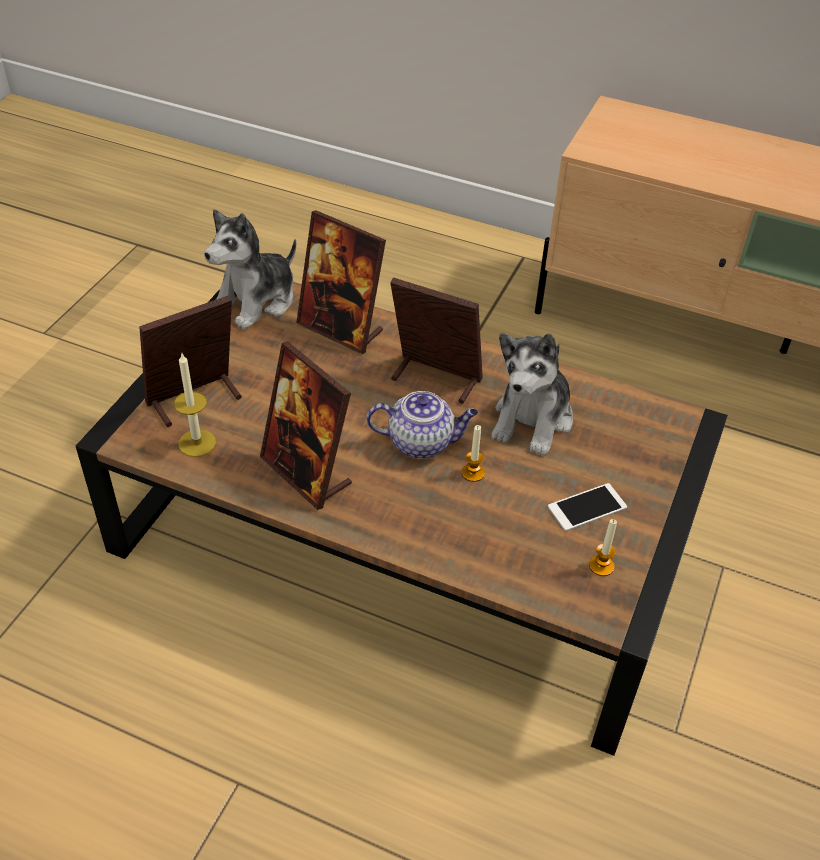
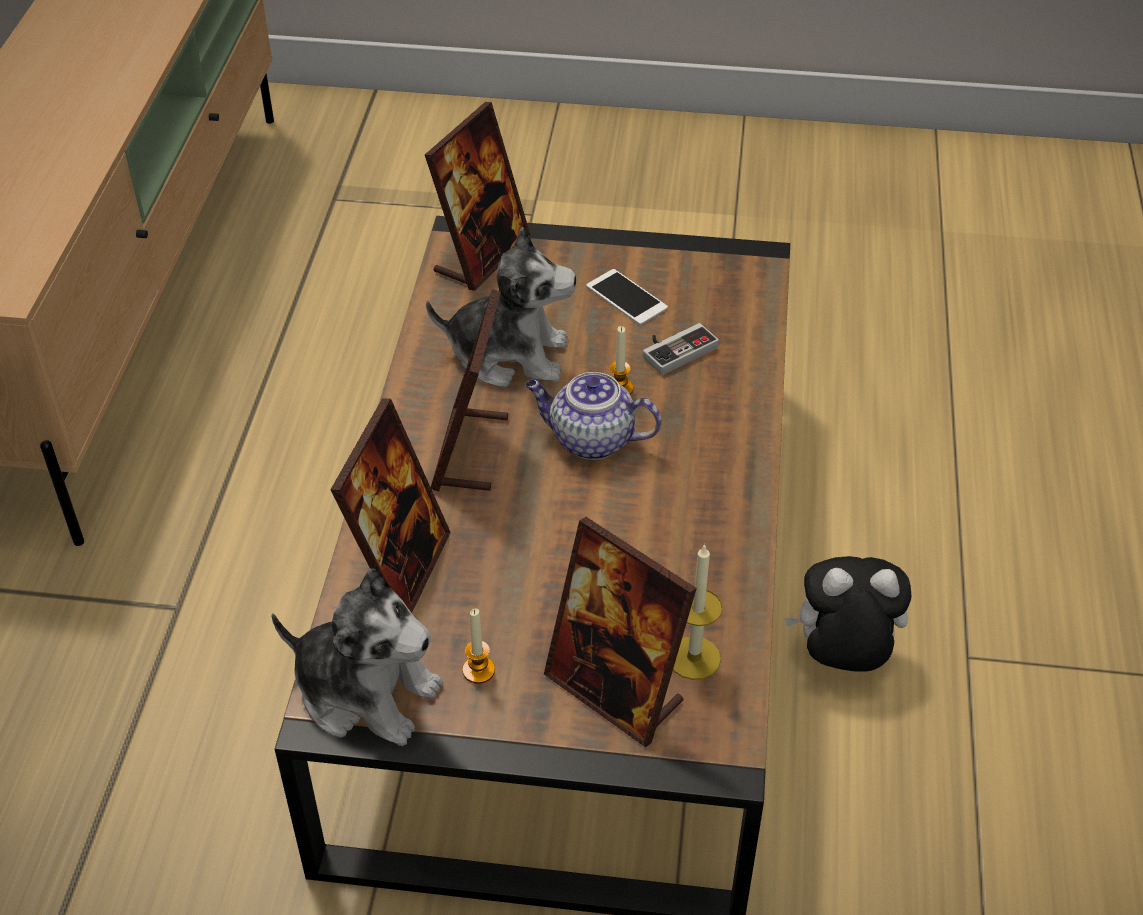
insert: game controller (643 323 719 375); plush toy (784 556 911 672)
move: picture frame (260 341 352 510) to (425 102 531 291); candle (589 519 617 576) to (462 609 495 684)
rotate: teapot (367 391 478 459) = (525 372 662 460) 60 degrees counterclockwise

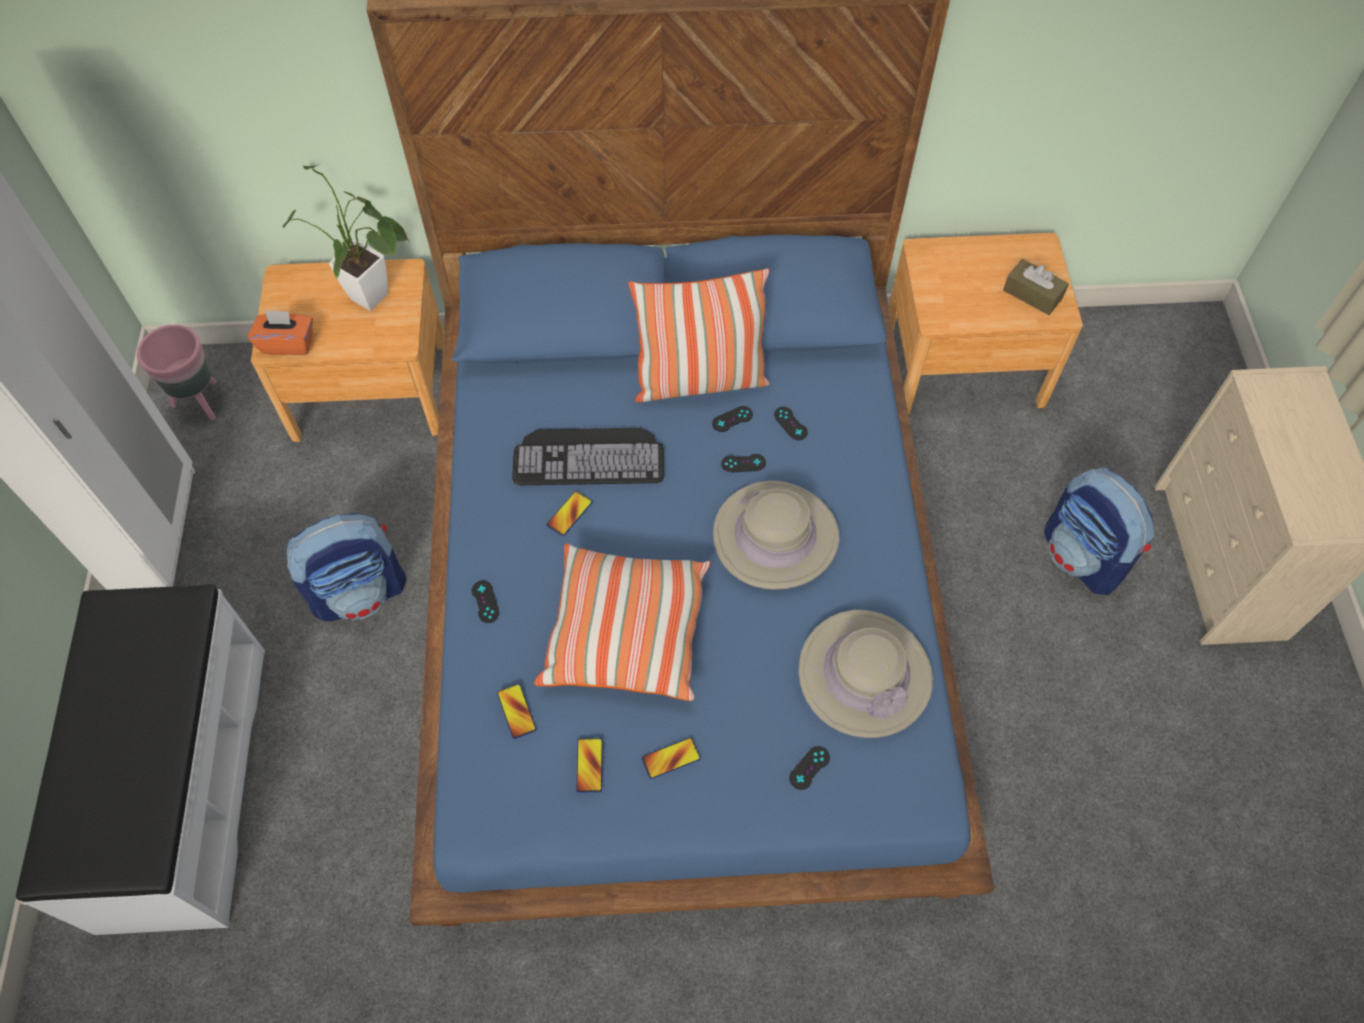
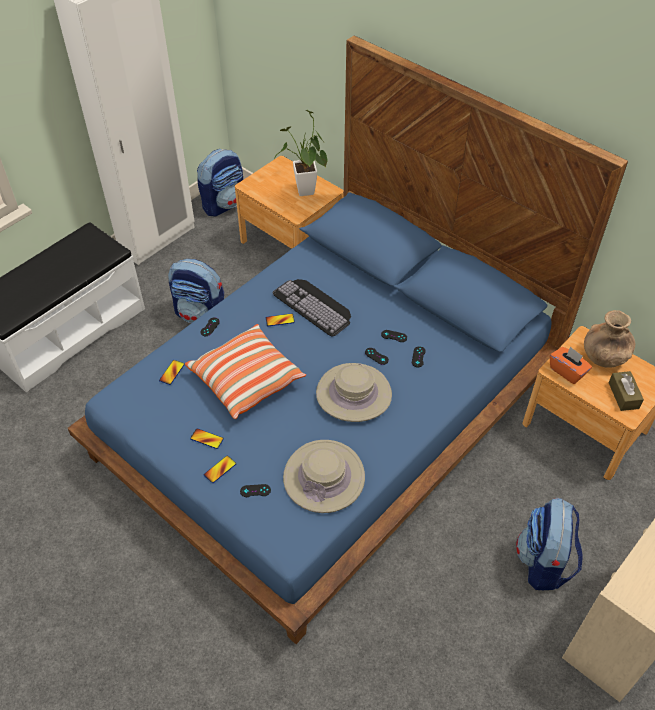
delete: pillow (628 268 770 402)
insert: brown vase (584 310 635 368)
move: orange tissue box (248 309 313 355) to (550 346 592 384); phone (576 738 603 793) to (204 456 236 483)
replace: pink planter (137 325 217 421) to backpack (197 149 243 217)

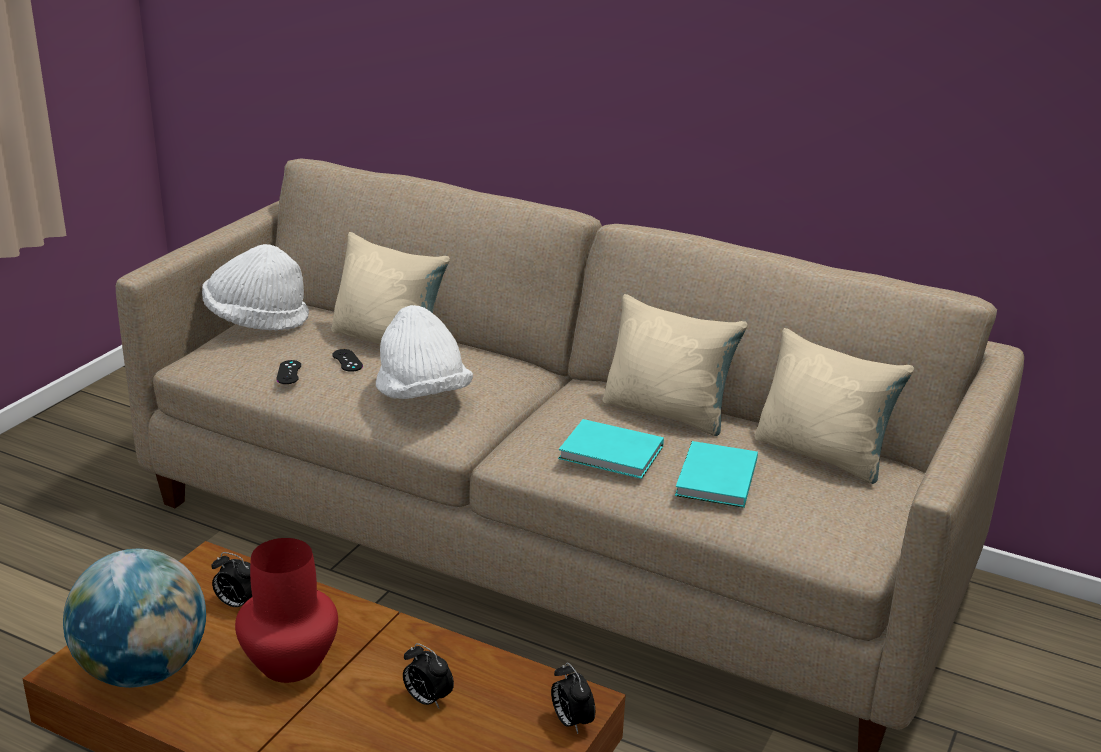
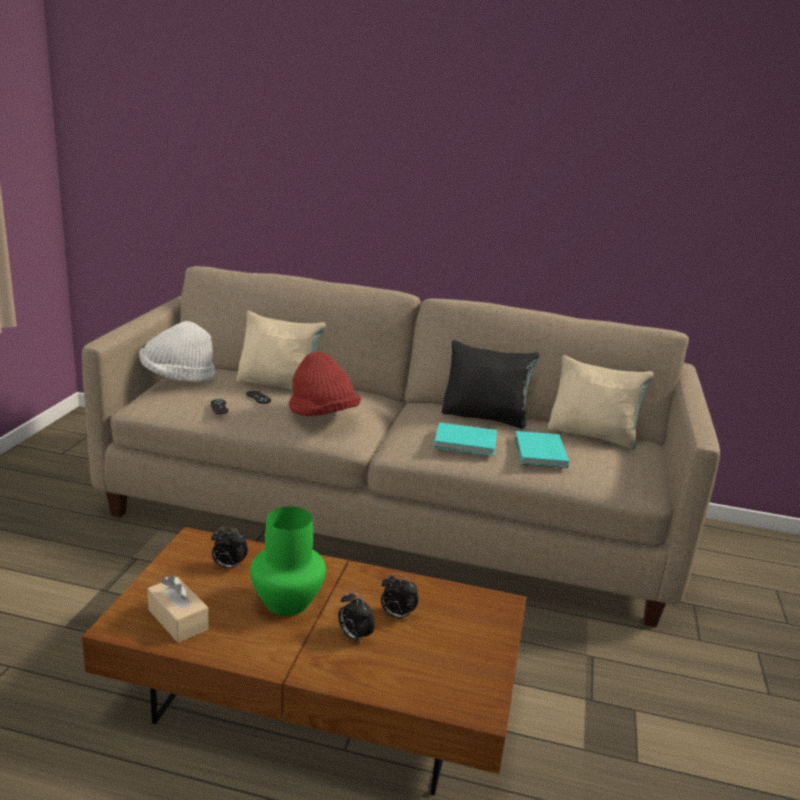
move: alarm clock (551 662 595 734) to (338 591 375 644)
replace: globe (63 549 206 688) to beige tissue box (147 575 209 643)
recolor: beige pillow (603 294 748 436) to black pillow (442 340 540 429); white hat (376 305 473 399) to red hat (289 352 361 416); red vase (235 538 338 683) to green vase (250 506 326 616)

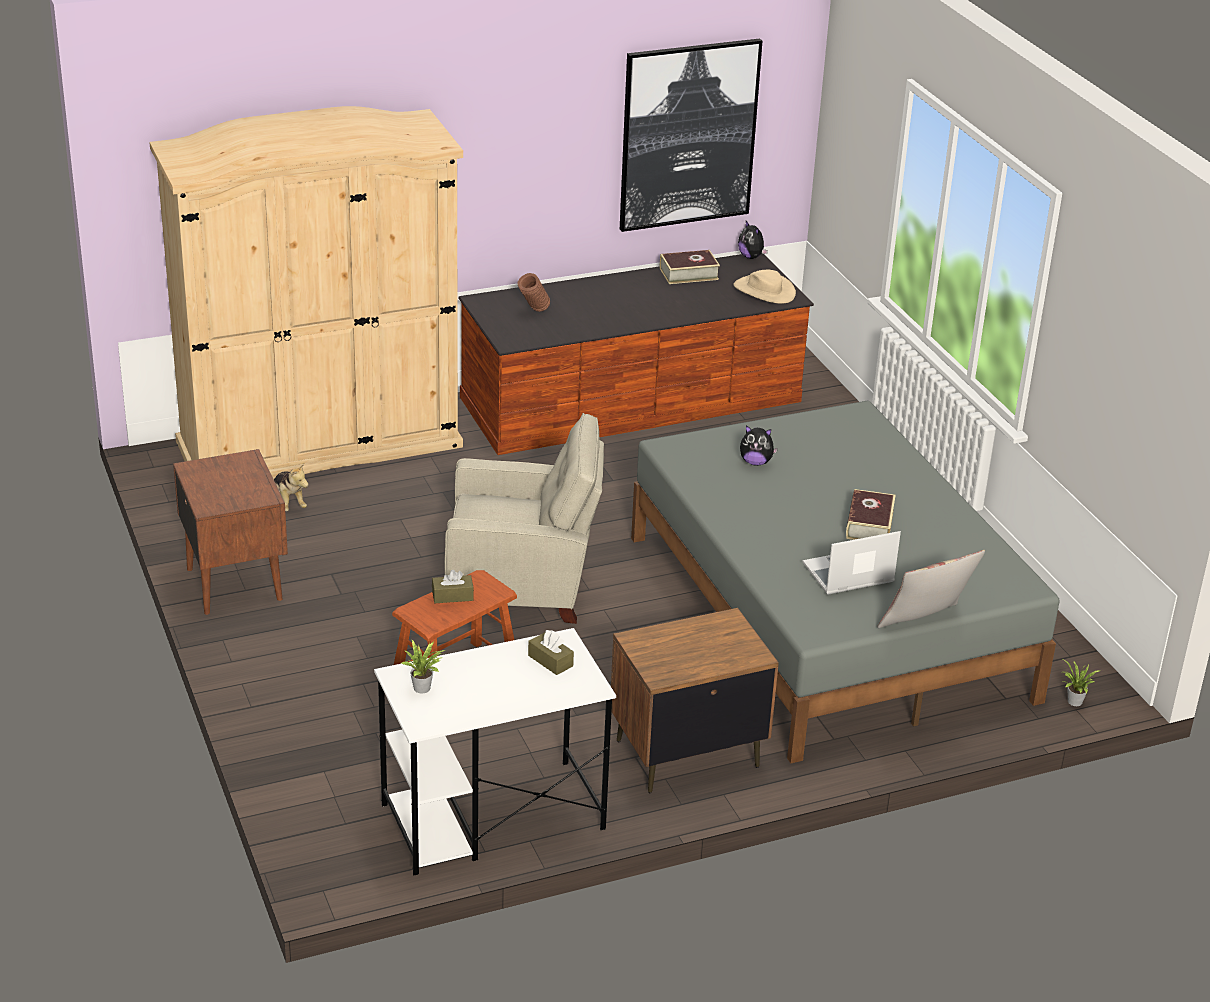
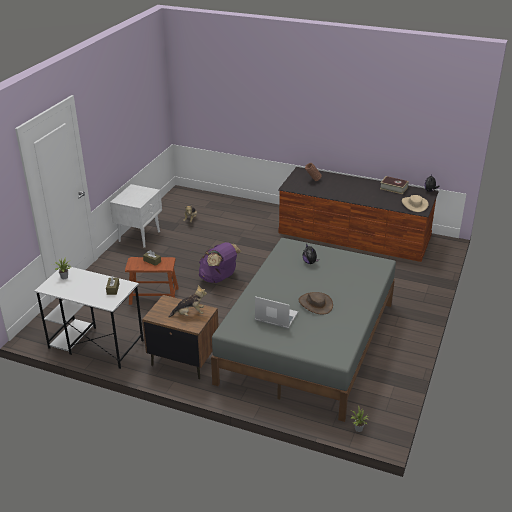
delete: picture (620 38 762 232); beige wardrobe (149 106 463 479); pillow (878 550 985 628)
insert: plush toy (169 285 207 318)
replace: beige armchair (445 413 604 624) to purple backpack (199 242 242 283); book (846 489 896 540) to brown hat (299 292 333 314)
recolor: brown nightstand (173 449 288 615) to white nightstand (110 184 162 247)

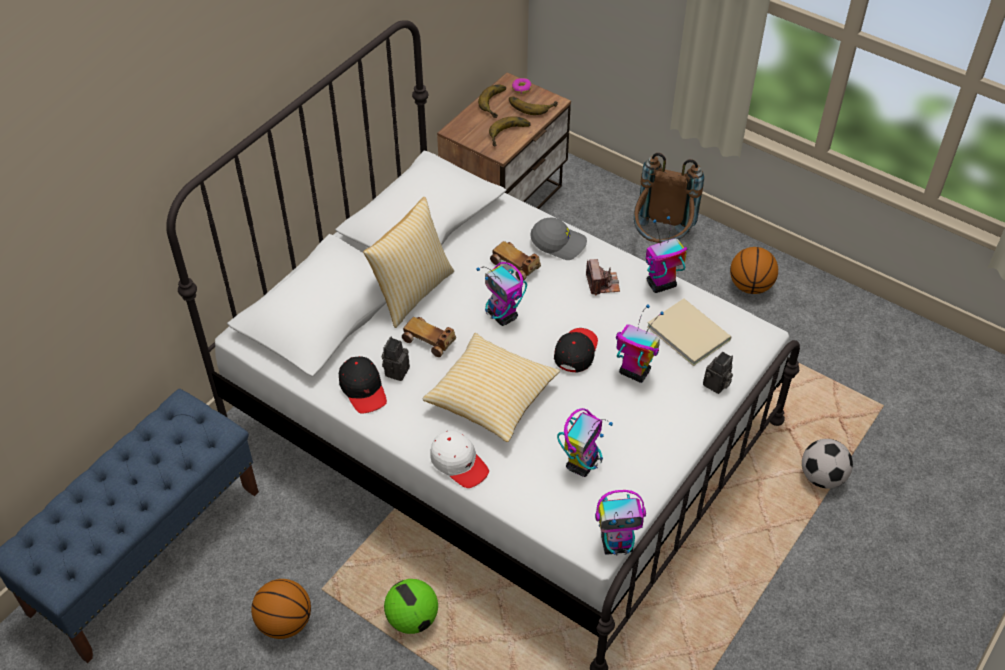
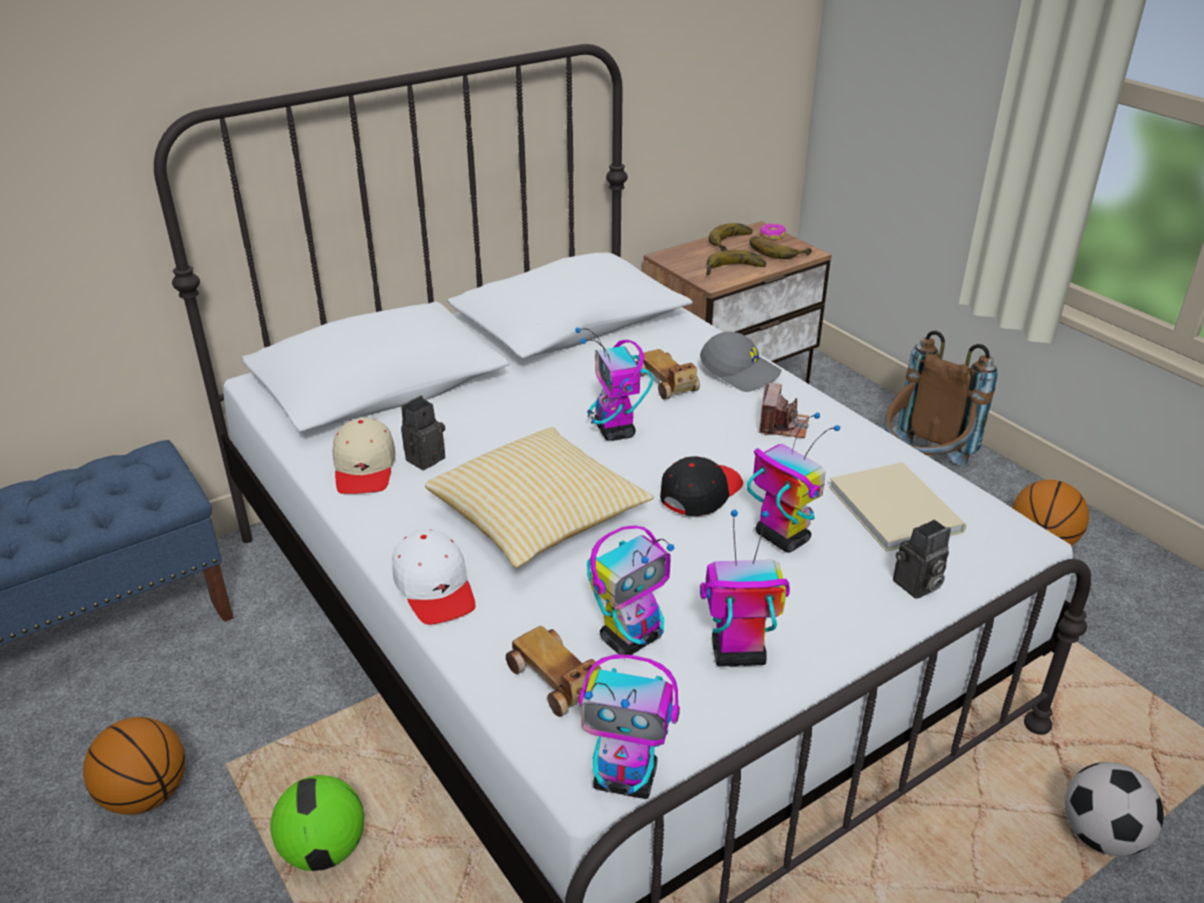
delete: pillow (363 197 454 328)
move: toy robot (646 216 687 293) to (700 510 790 667); toy car (402 317 456 357) to (506 626 601 717)
recolor: black cap (339 356 387 413) to beige cap (332 417 395 494)

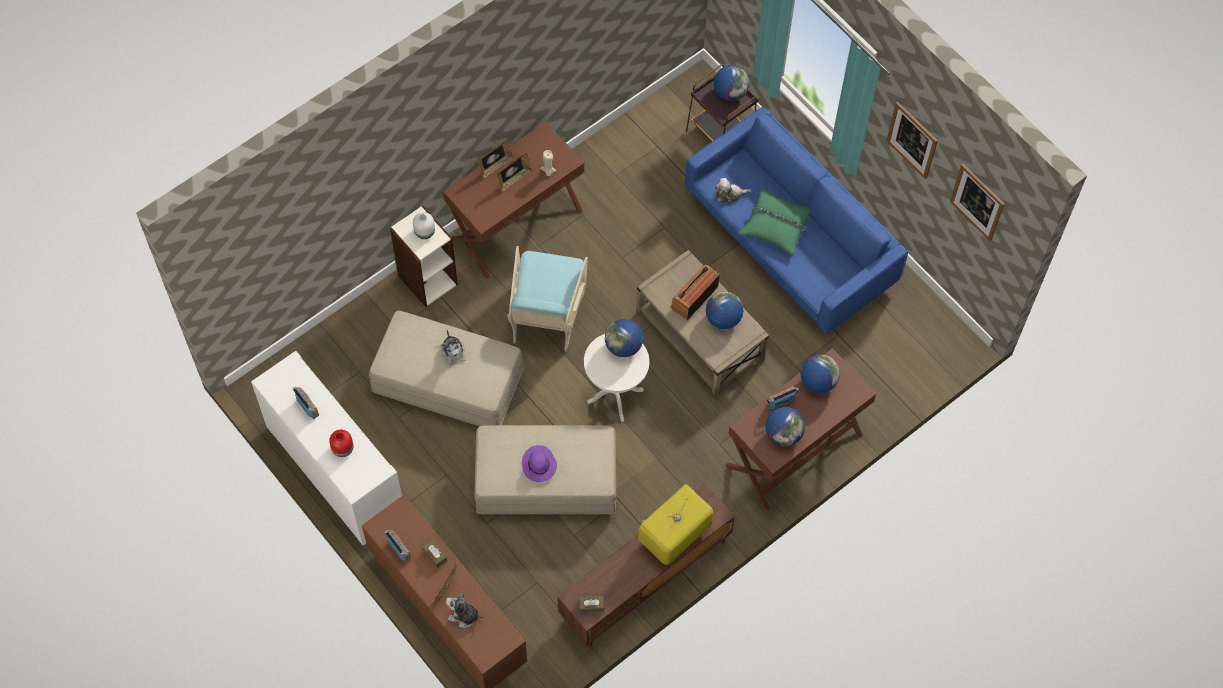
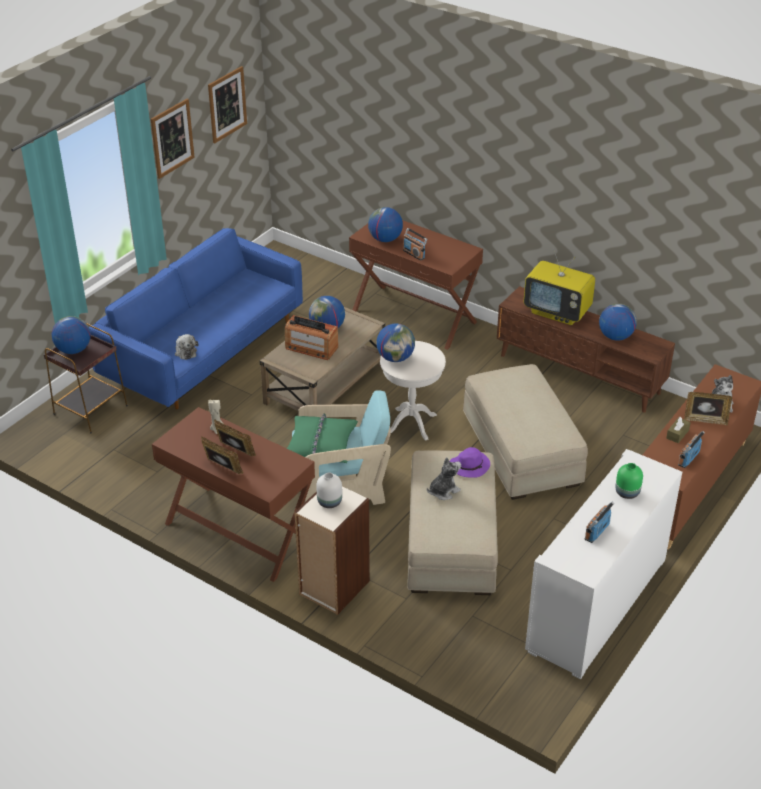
delete: brown tissue box (579 596 604 613)
move: green pillow (738 188 811 256) to (287 413 358 463); globe (766 407 805 446) to (599 303 637 341); purple hat (522 445 557 482) to (450 447 490 478)
recolor: red vase (329 430 353 457) to green vase (615 463 643 499)

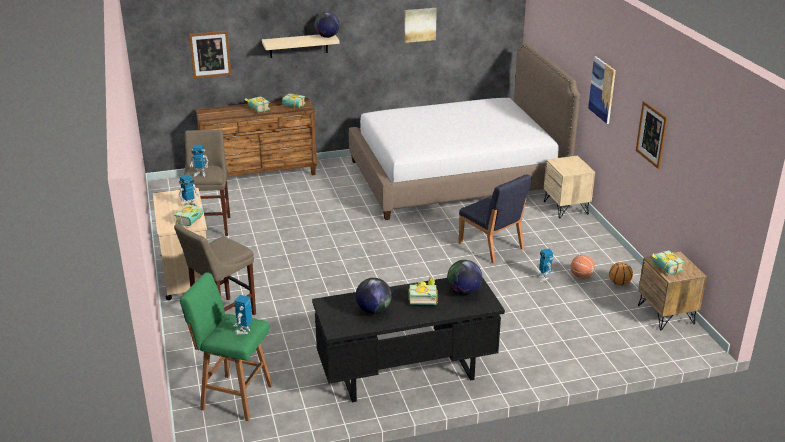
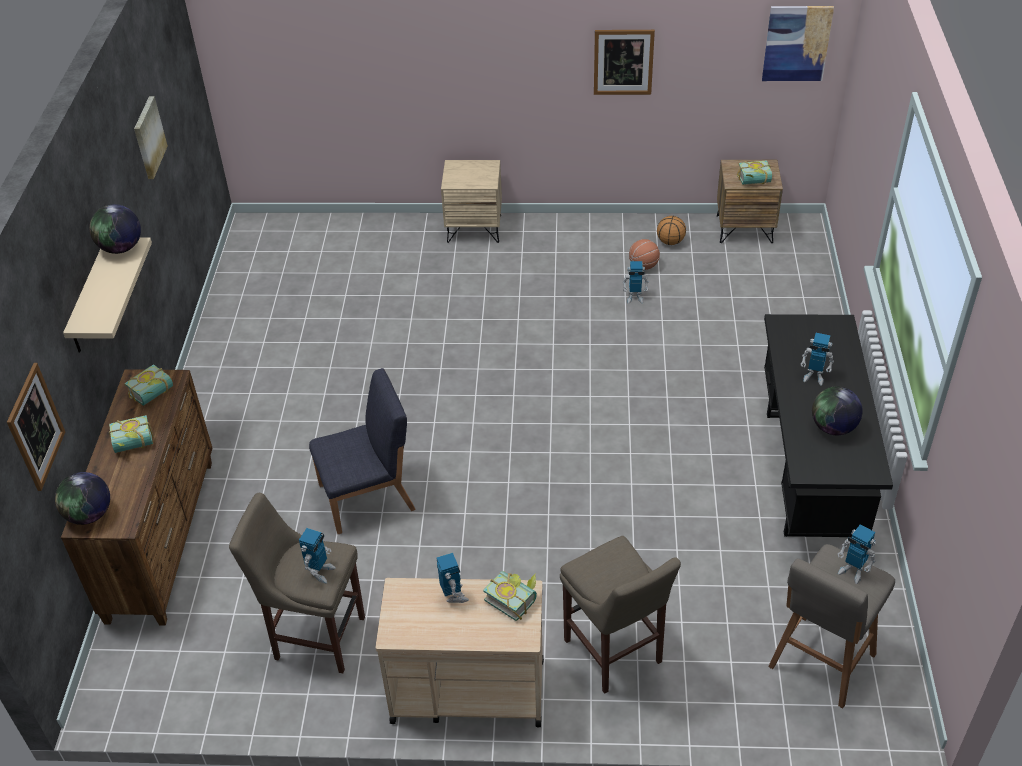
delete: bed (349 42 580 220)
move: picture (588 56 616 124) to (762 6 834 81); blue chair (459 174 531 264) to (309 368 416 534); globe (447 260 482 295) to (55 472 110 525)
replace: book (408 276 438 305) to toy robot (800 333 834 386)
recolor: green stool (180 272 273 421) to grey stool (768 544 895 708)

